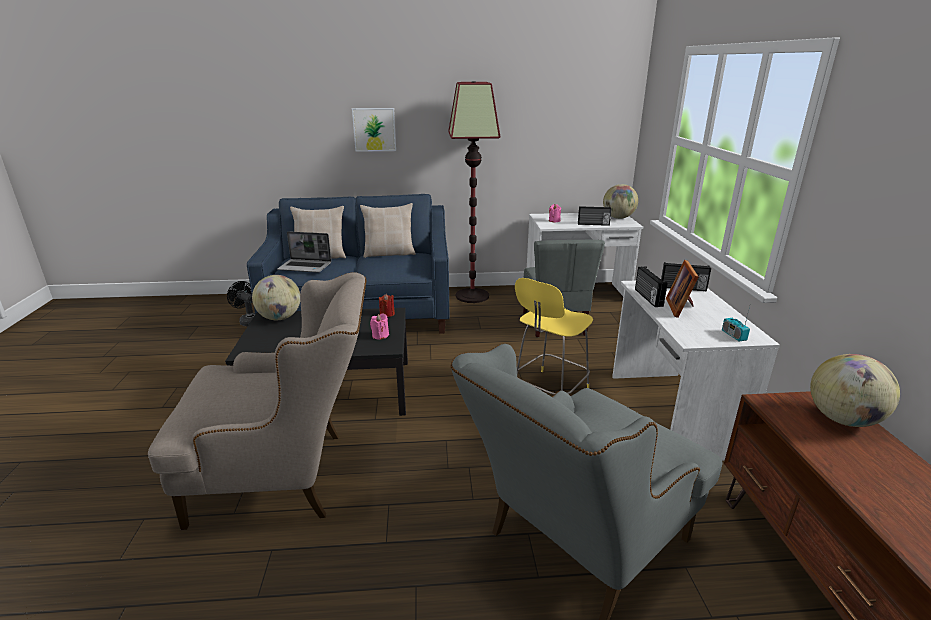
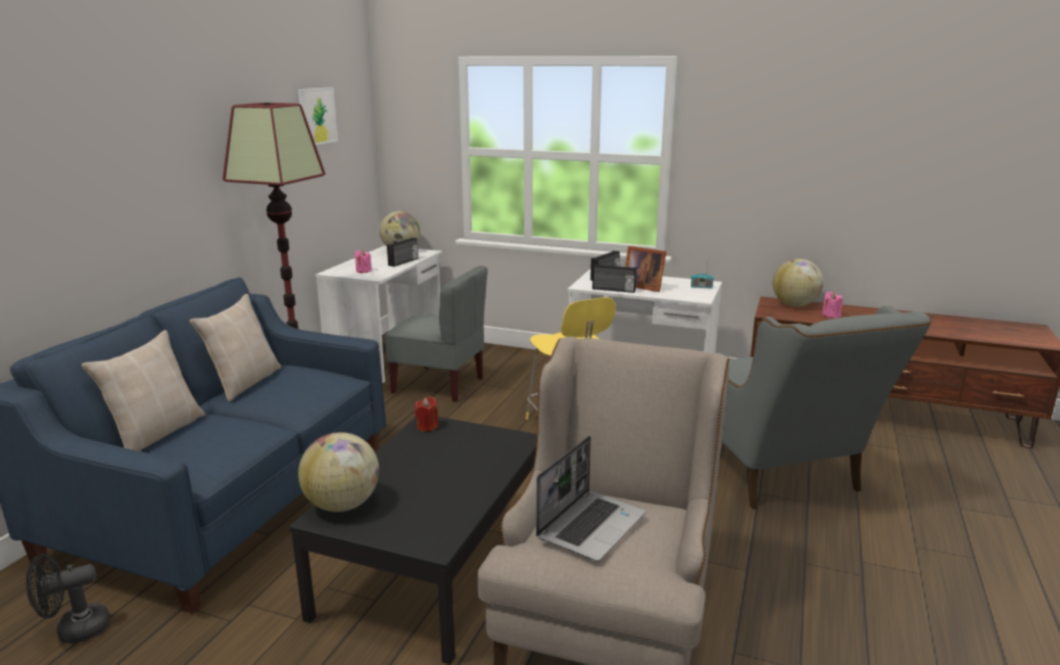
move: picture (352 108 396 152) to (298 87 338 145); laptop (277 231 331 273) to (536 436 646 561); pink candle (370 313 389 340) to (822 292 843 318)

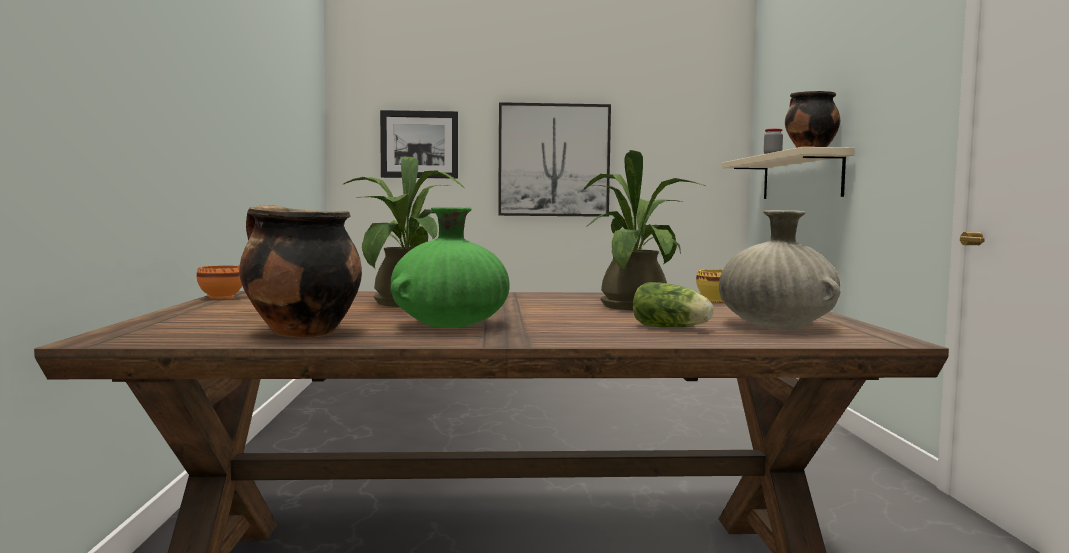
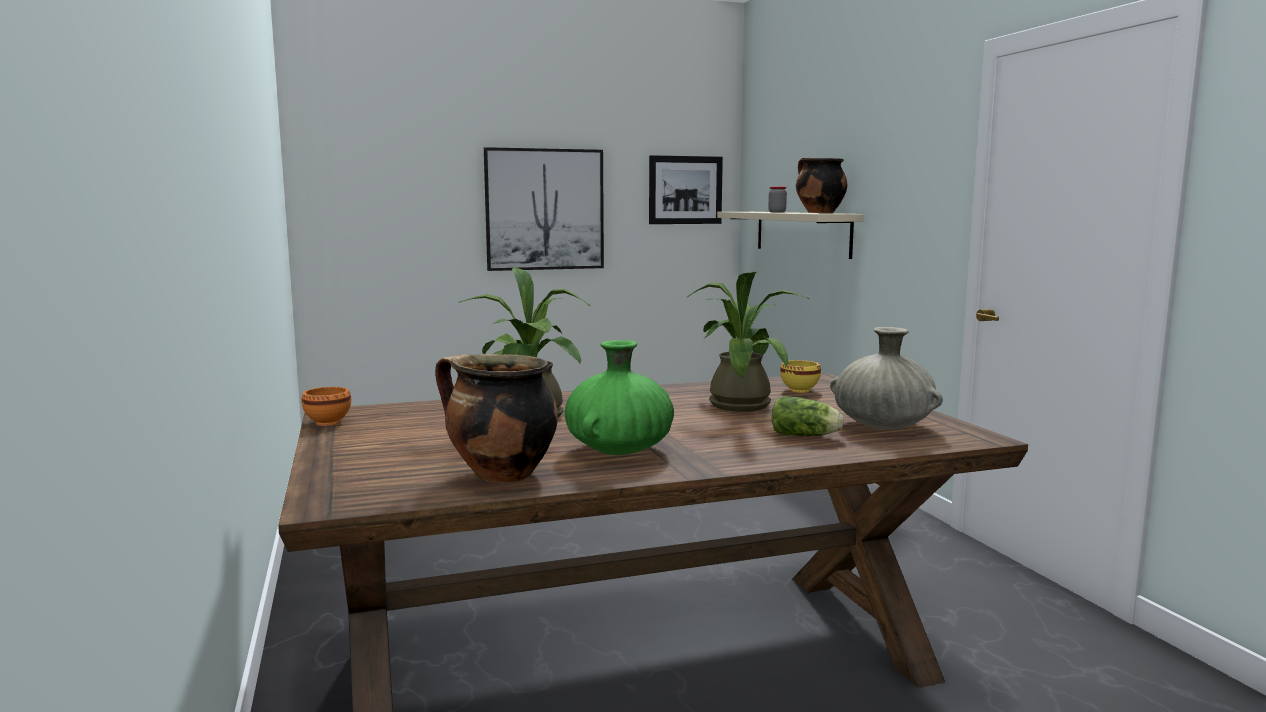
move: picture (380 110 458 179) to (649 155 723 224)

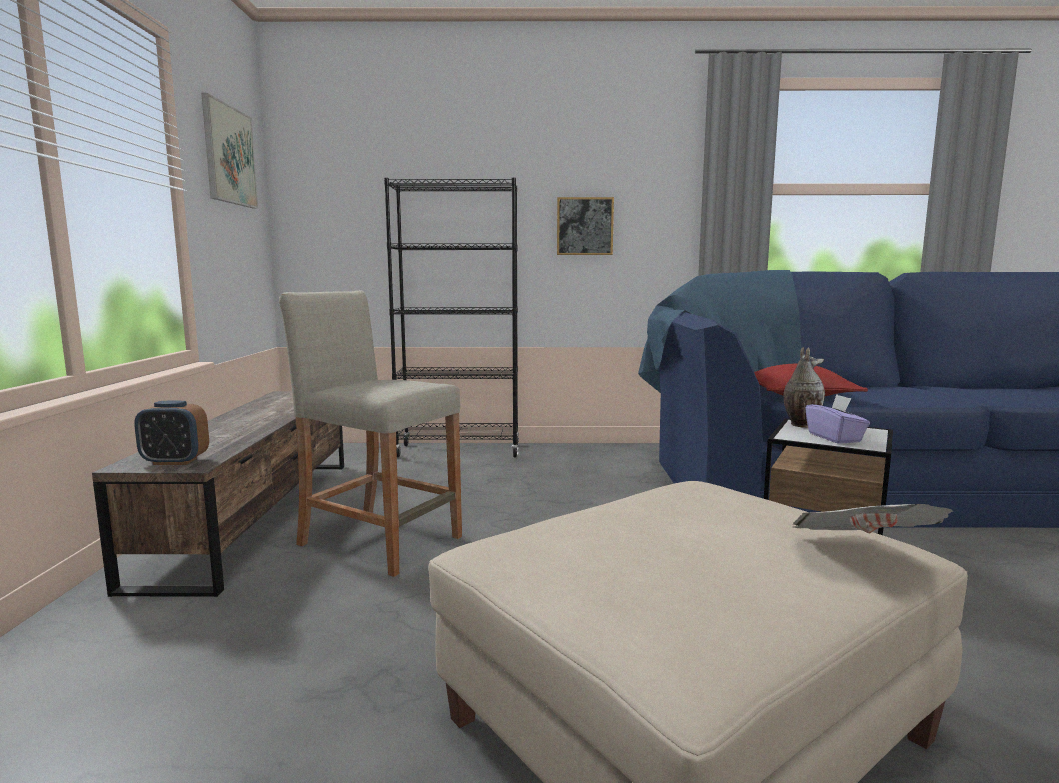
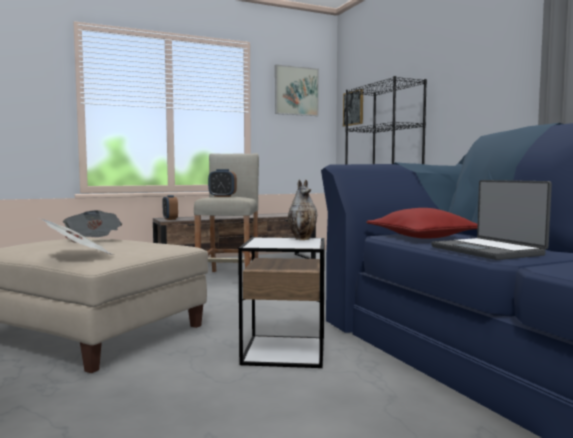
delete: purple tissue box (805 394 870 444)
insert: alarm clock (208 169 237 197); laptop (431 180 552 260); newspaper (63 210 122 237)
move: picture (557 197 614 255) to (343 89 363 127)

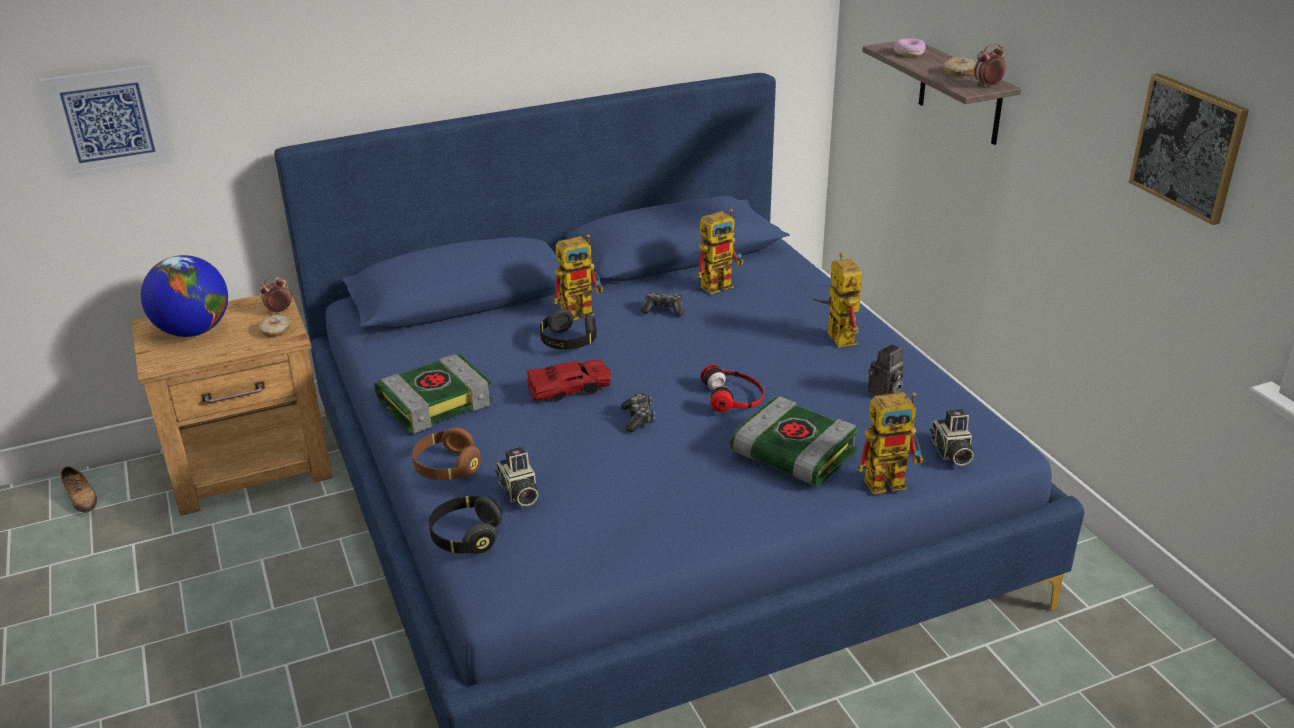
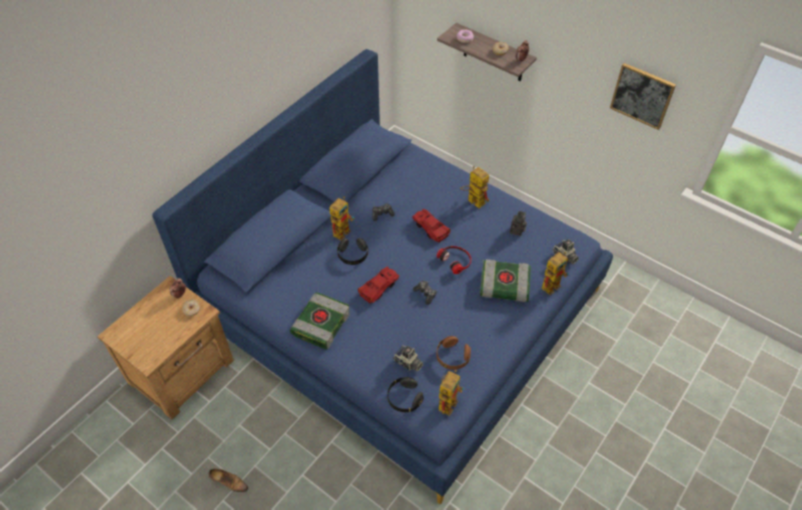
delete: picture (39 65 172 179); globe (141 255 228 337)
insert: red toy car (412 209 451 242)
move: toy robot (697 209 744 294) to (439 369 465 416); brown headphones (412 427 481 480) to (437 336 471 370); shoe (61 466 97 513) to (209 469 248 492)

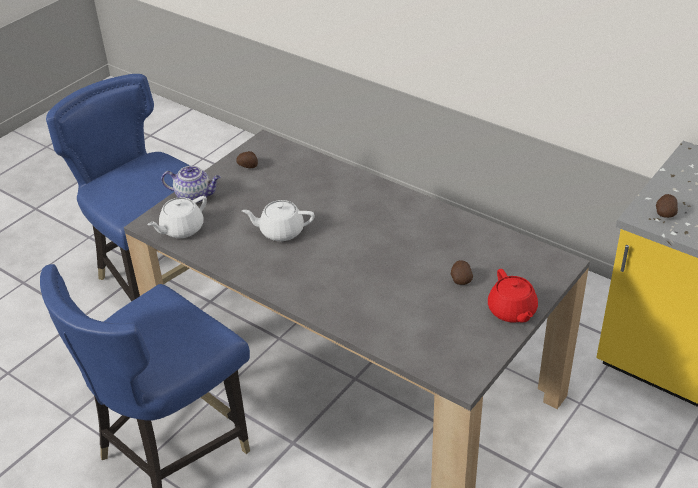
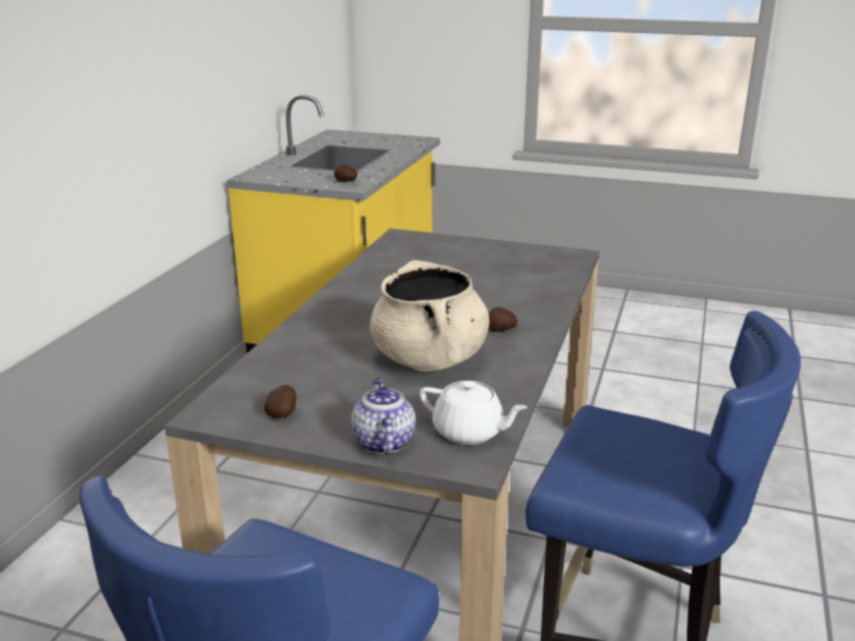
delete: red teapot (488 269 538 323)
move: potato (451 260 473 285) to (489 307 517 332)
replace: white teapot (242 200 315 241) to beige cooking pot (370 260 490 372)

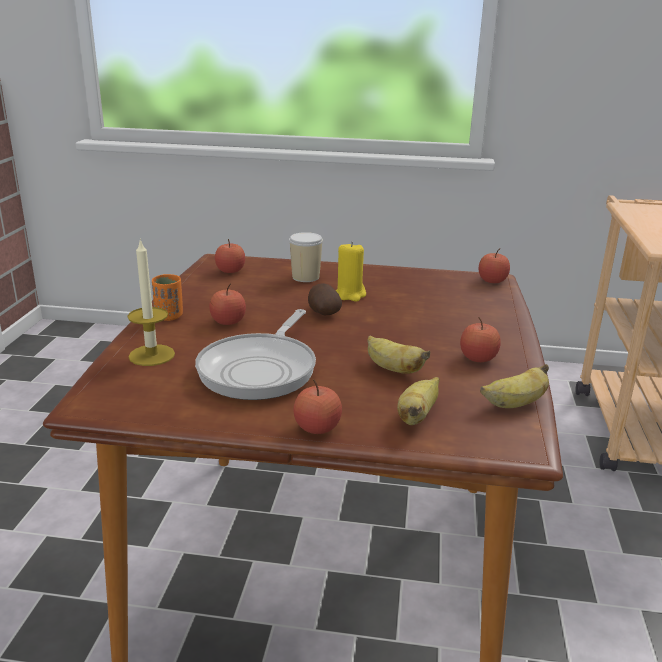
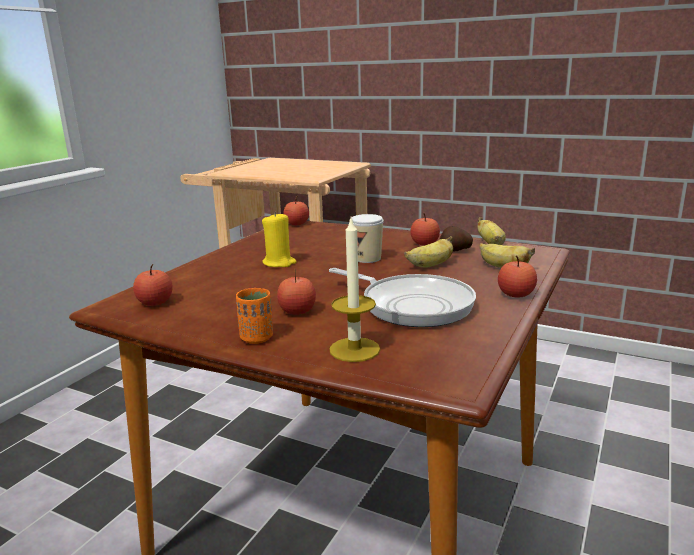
move: cup (289 232 323 282) to (351 214 384 263); potato (308 284 342 316) to (440 226 473 251)

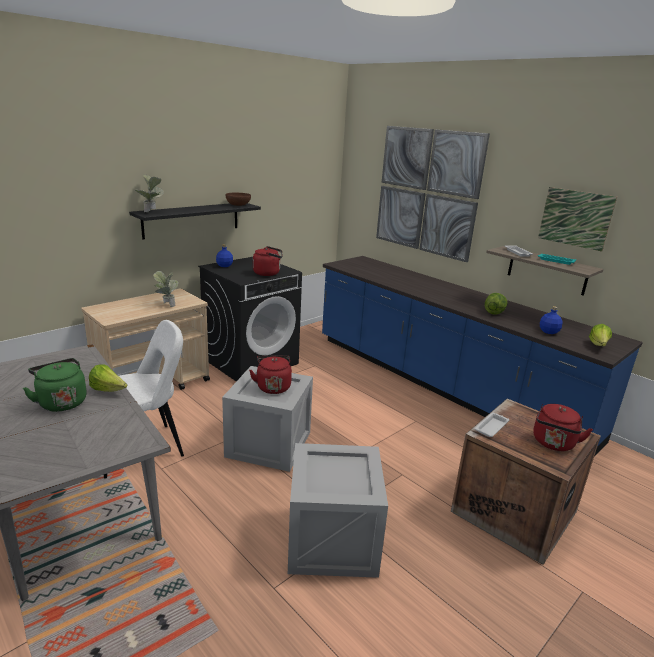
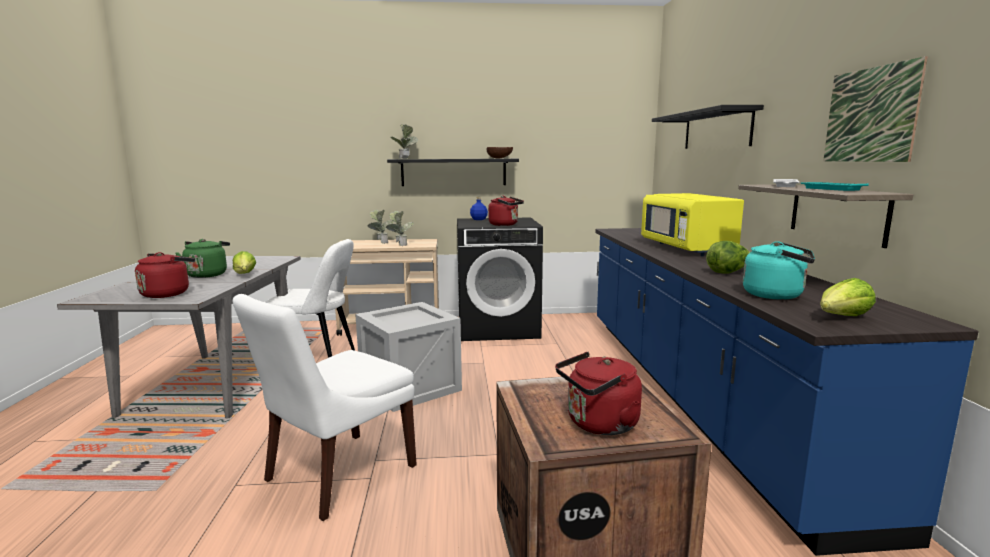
delete: white tray (475 413 509 437)
insert: yellow microwave (641 193 744 257); potted plant (368 210 394 244)
move: red kettle (249 355 292 394) to (135 252 195 298)
replace: picture (376 126 490 262) to black shelf (652 105 764 149); blue bottle (540 306 563 334) to turquoise kettle (743 241 815 300); crate (288 443 388 578) to white chair (233 294 417 521)

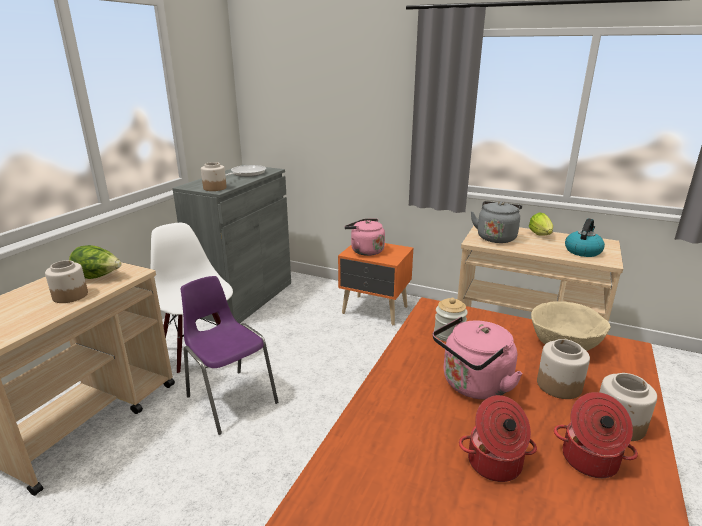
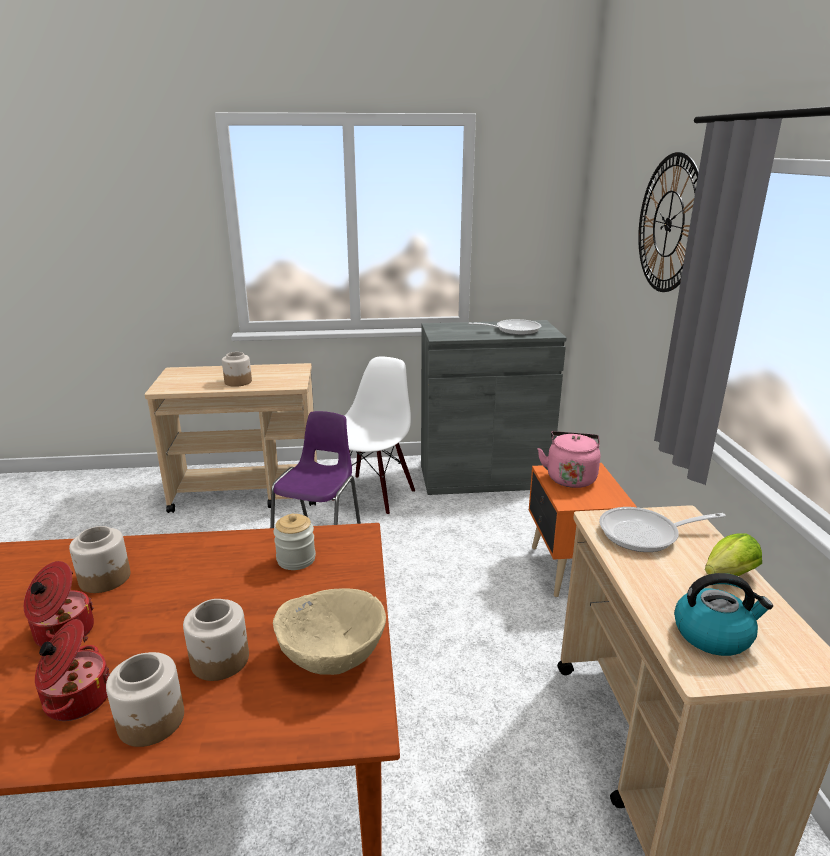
delete: lettuce (69 245 122 279); pink kettle (433 317 523 400)
insert: wall clock (638 152 699 292)
move: jar (201 162 227 191) to (69 526 130 593)
replace: grey kettle (471 201 522 243) to frying pan (599 507 726 552)

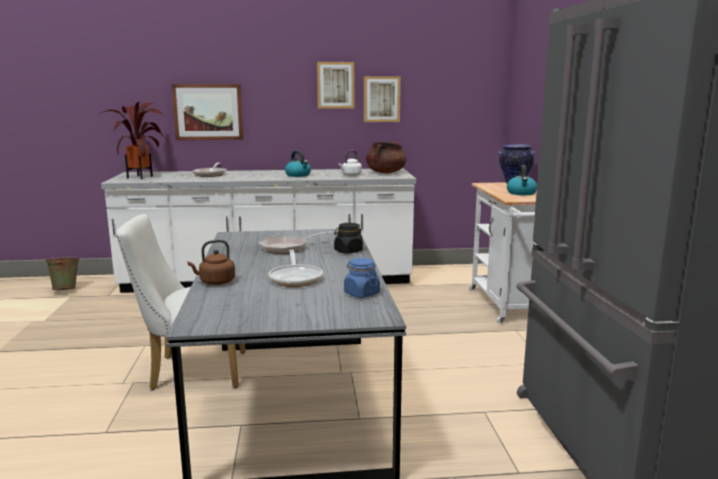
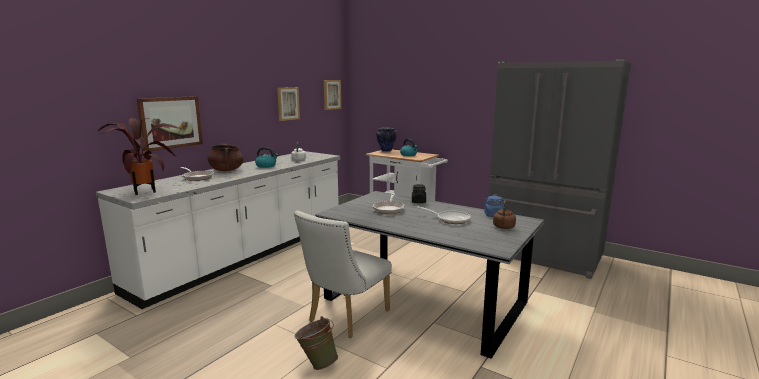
move: picture (317 62 354 109) to (324 80 341 110); brown cooking pot (366 141 406 173) to (207 143 244 171); brown kettle (187 240 235 285) to (493 200 516 229); green bucket (45 256 80 290) to (295 316 338 370)

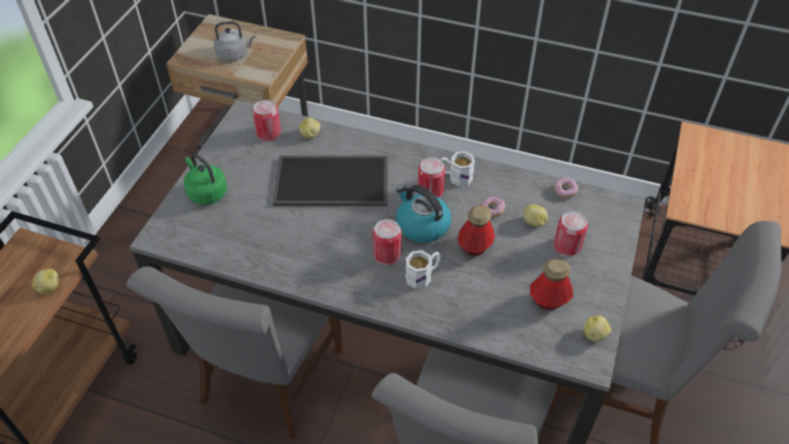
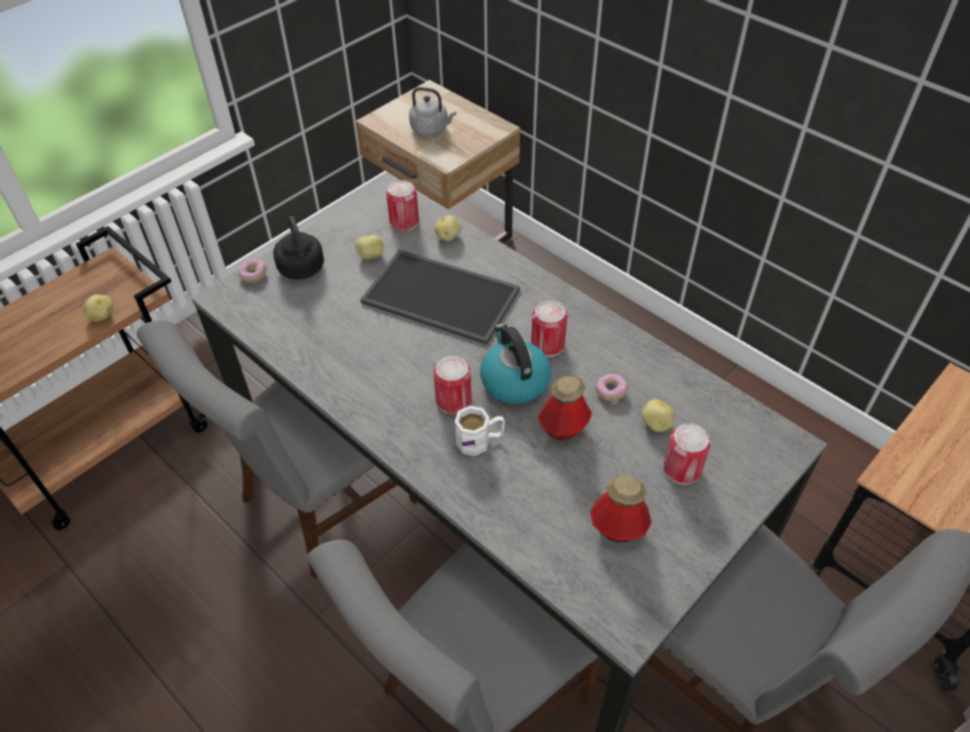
delete: white mug (441 151 475 187)
move: donut (554 178 578 198) to (239 259 267 283); potato (583 315 611 342) to (355 235 384 259)
recolor: green kettle (184 153 227 205) to black kettle (273 216 324 280)

